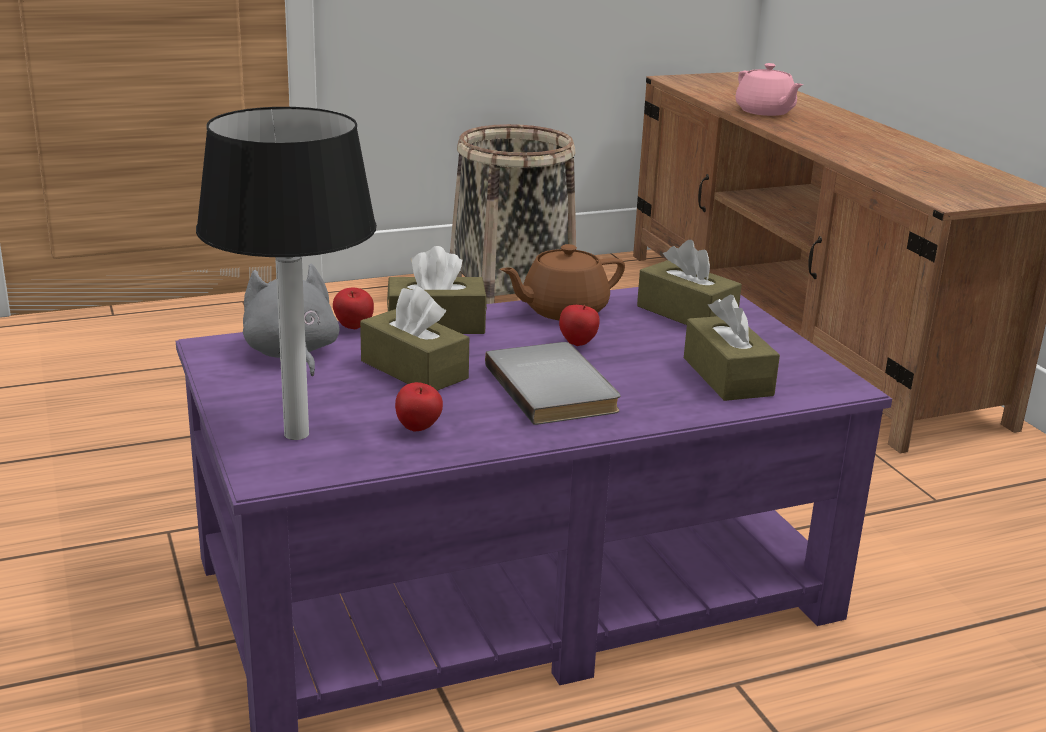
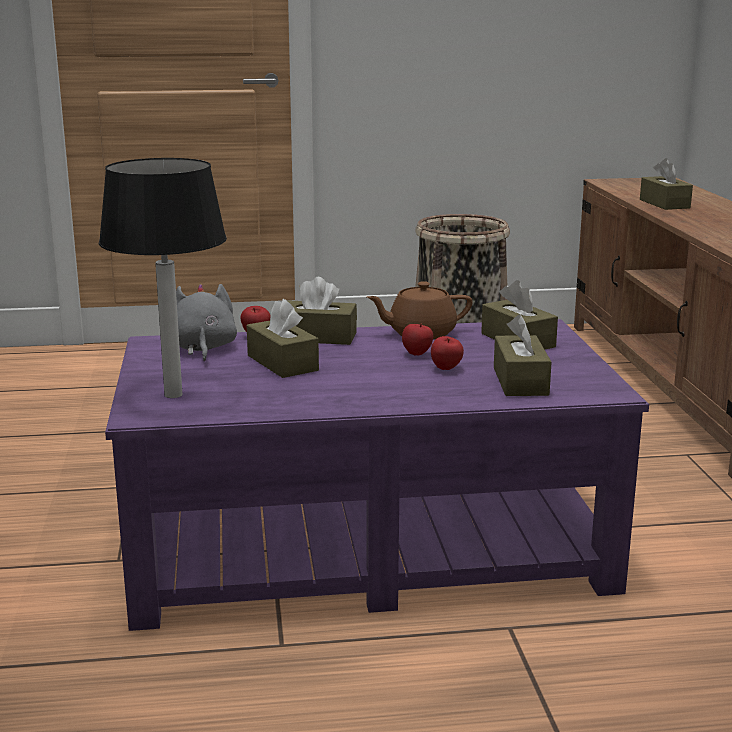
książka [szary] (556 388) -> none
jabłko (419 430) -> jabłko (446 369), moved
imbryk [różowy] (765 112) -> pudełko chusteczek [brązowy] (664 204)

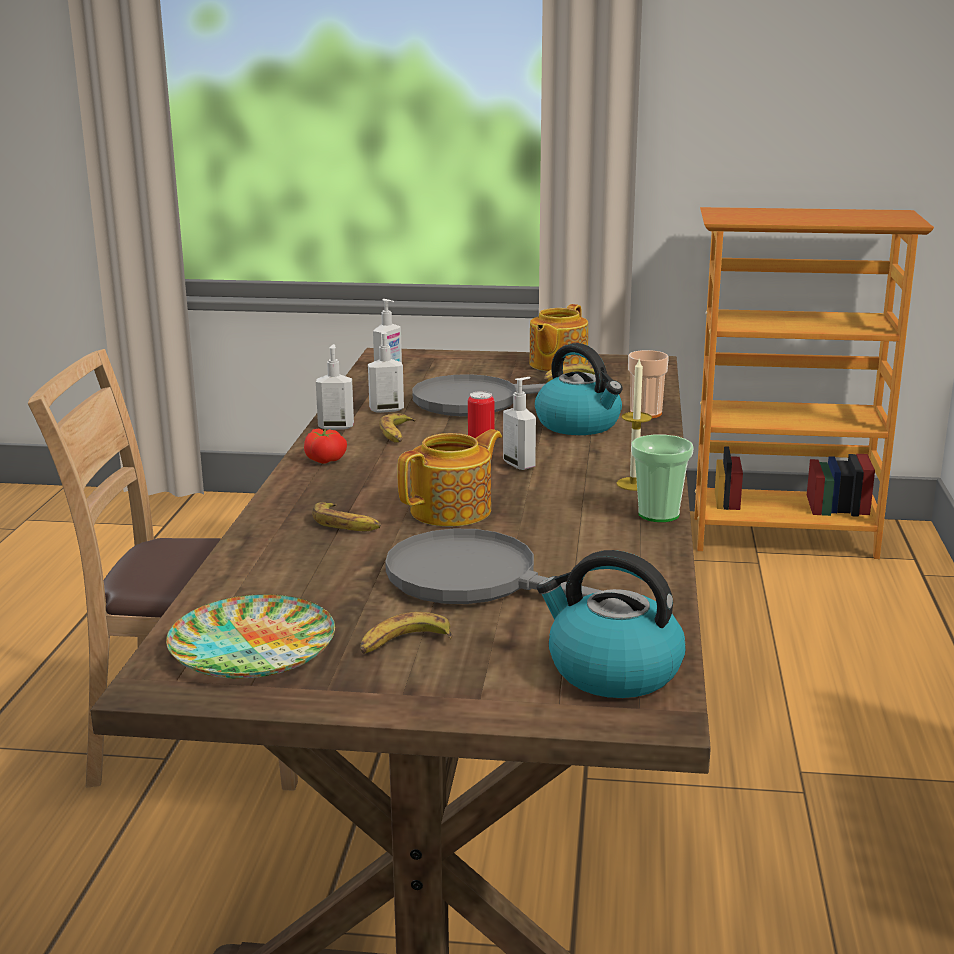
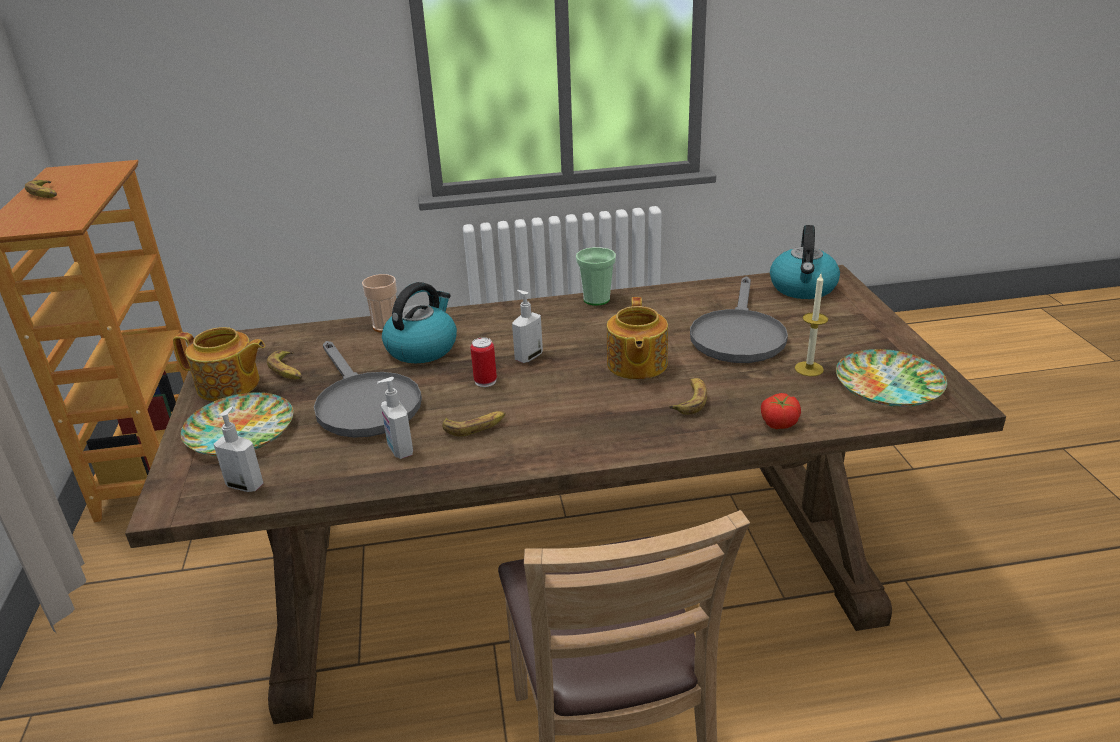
dozownik mydła (336 426) -> none
none -> talerz (240 431)
pomidor (326 459) -> pomidor (778 422), moved
banan (404 644) -> banan (45 193), moved
świeca (633 484) -> świeca (809 369), moved
imbryk (453 511) -> imbryk (636 365), 120 degrees counterclockwise

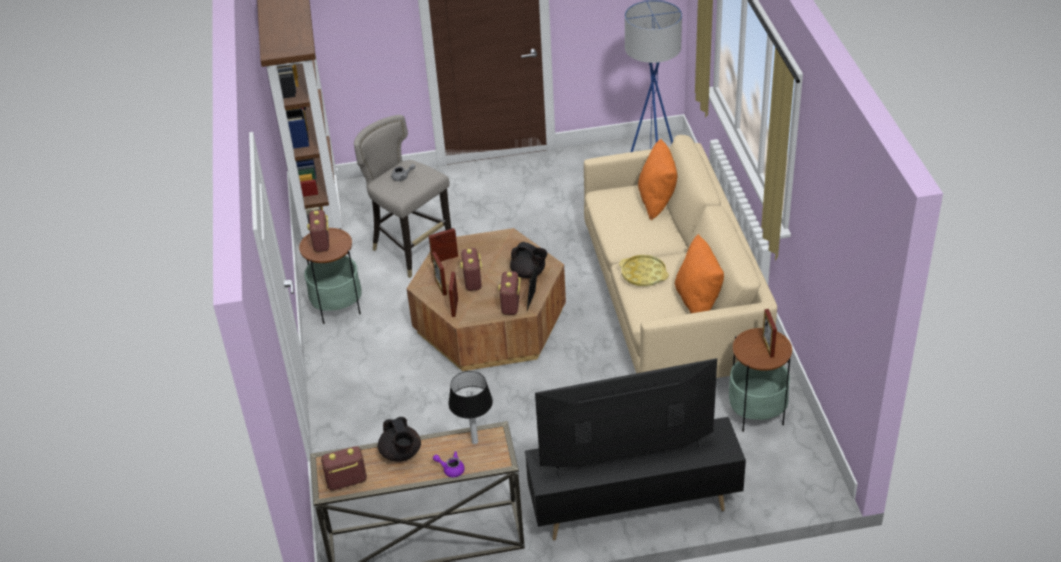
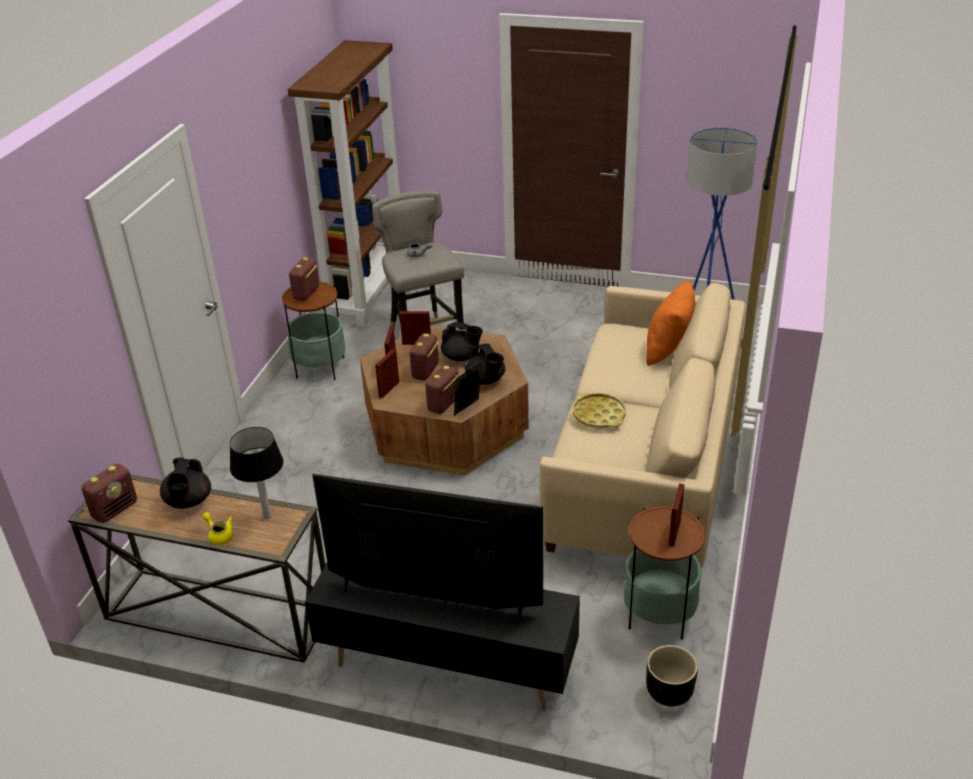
poduszka [pomarańczowy] (698 301) -> none
none -> imbryk [czarny] (461 357)
none -> donica [czarny] (669 693)
imbryk [fioletowy] (451 469) -> imbryk [żółty] (219 535)
radio (346 481) -> radio (115 509), 120 degrees clockwise

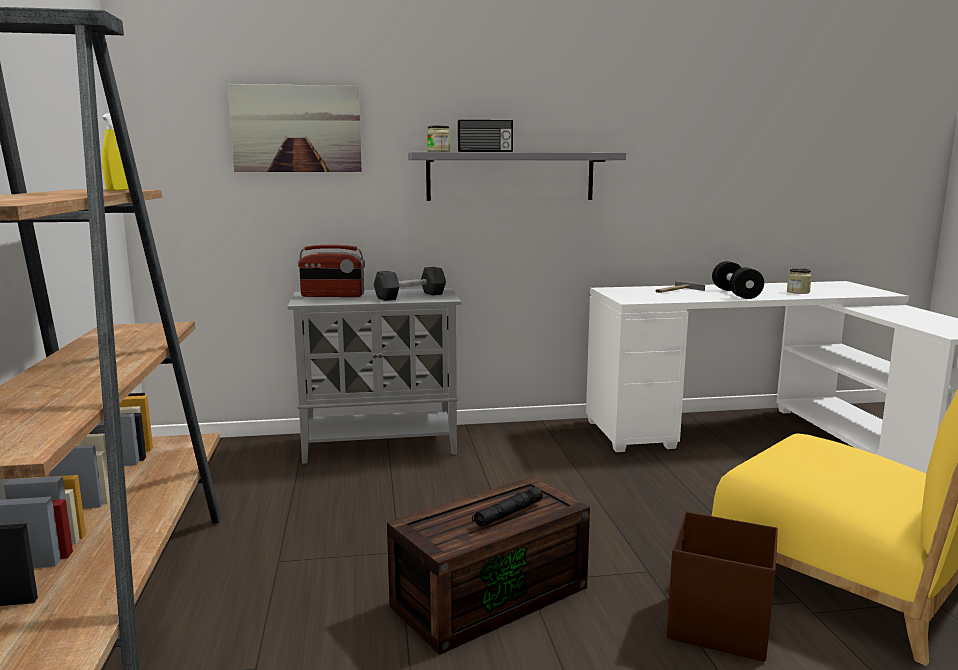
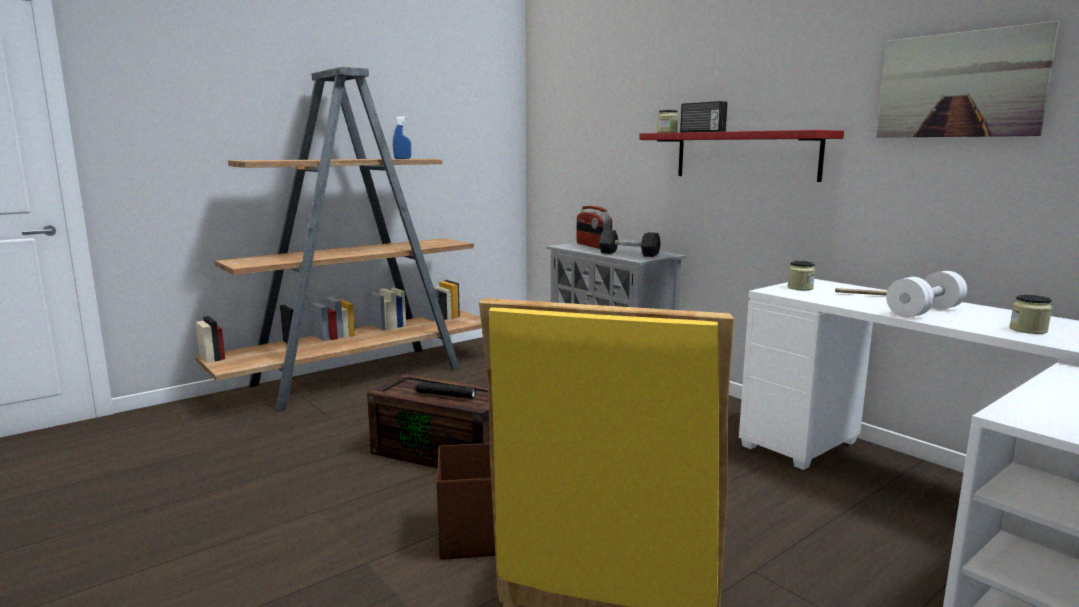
none -> słoik (800 288)
obraz (296 129) -> obraz (959 85), moved
spryskiwacz [żółty] (119 190) -> spryskiwacz [niebieski] (402 158)
półka [szary] (510 176) -> półka [czerwony] (745 155)
hantel [czarny] (735 293) -> hantel [biały] (924 312)

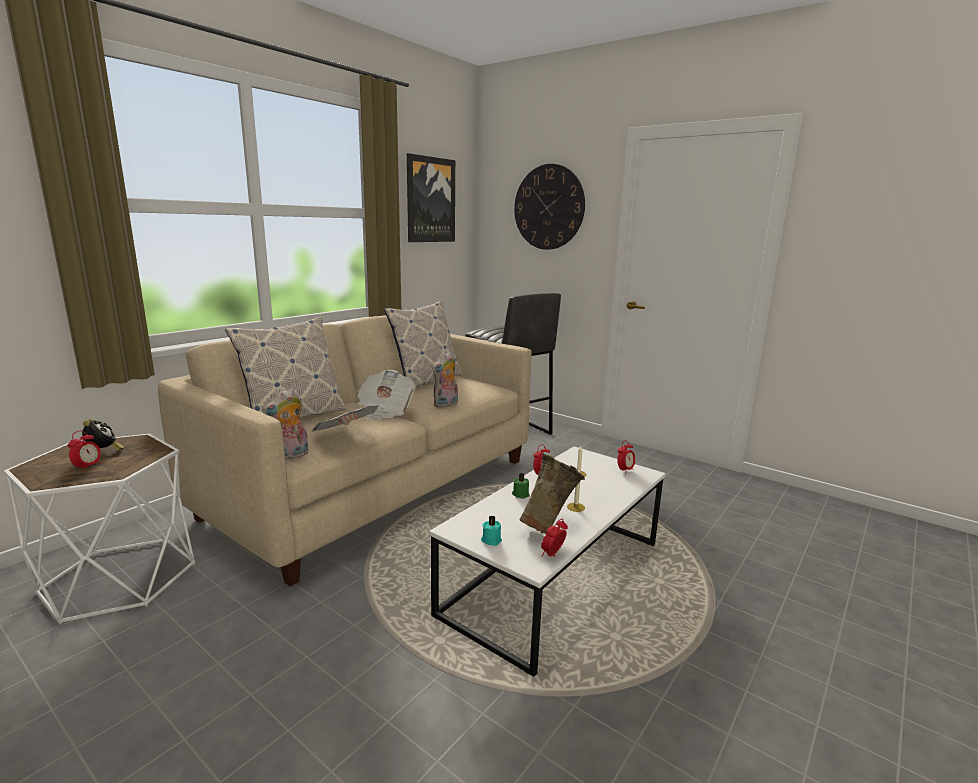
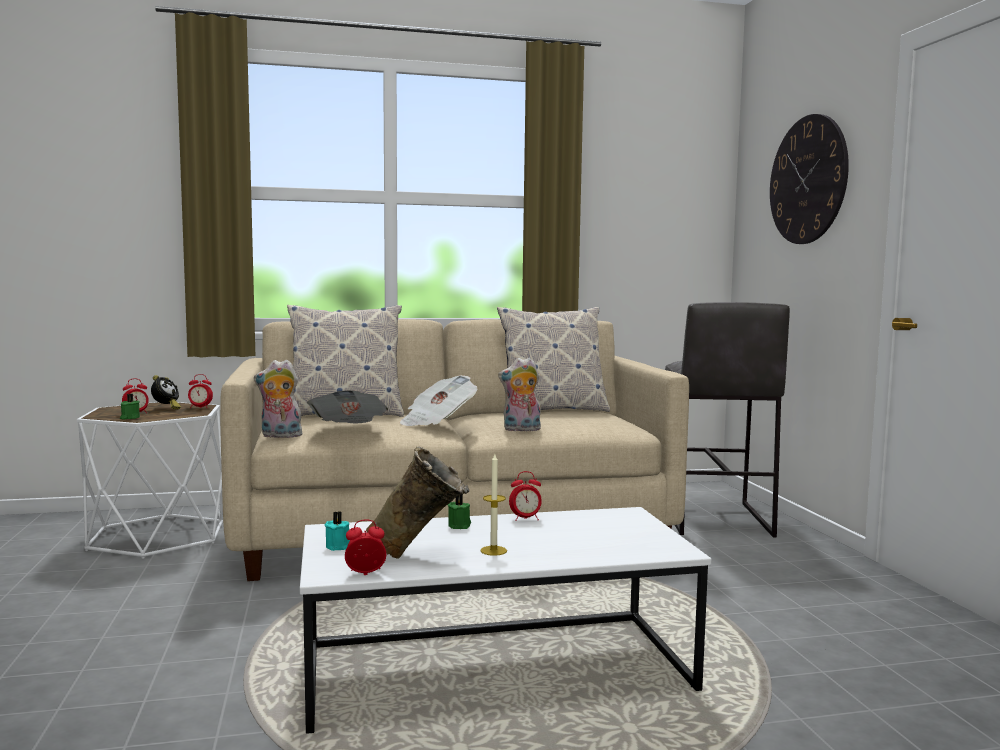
obraz (430 200) -> none
none -> świeca [zielony] (129 418)
budzik (625 470) -> budzik (200 407), moved

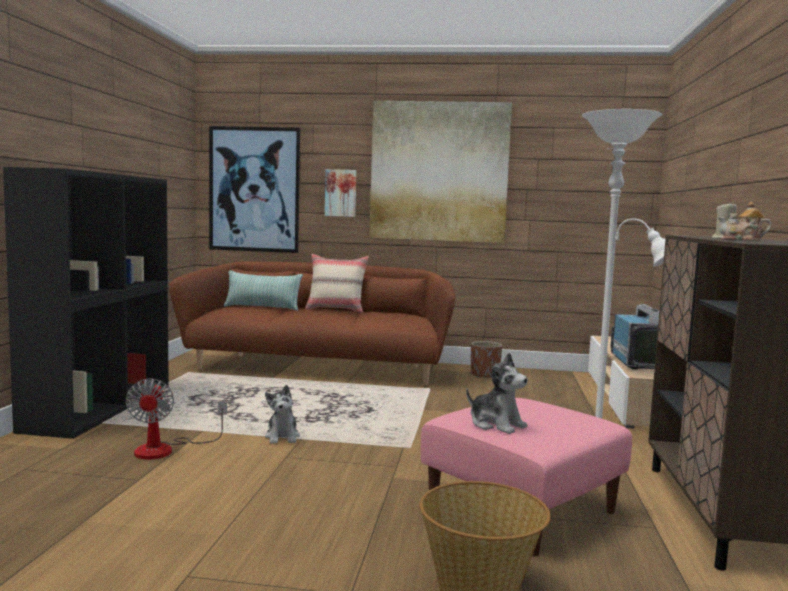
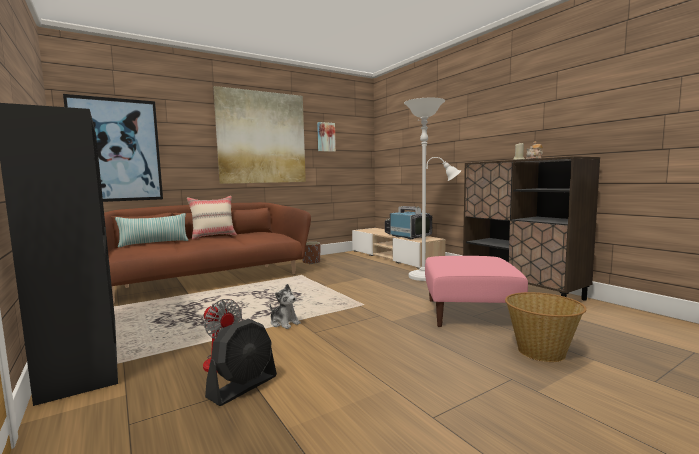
pluszak (496 424) -> none
none -> wentylator [czarny] (243 386)
obraz (341 193) -> obraz (325 137), moved

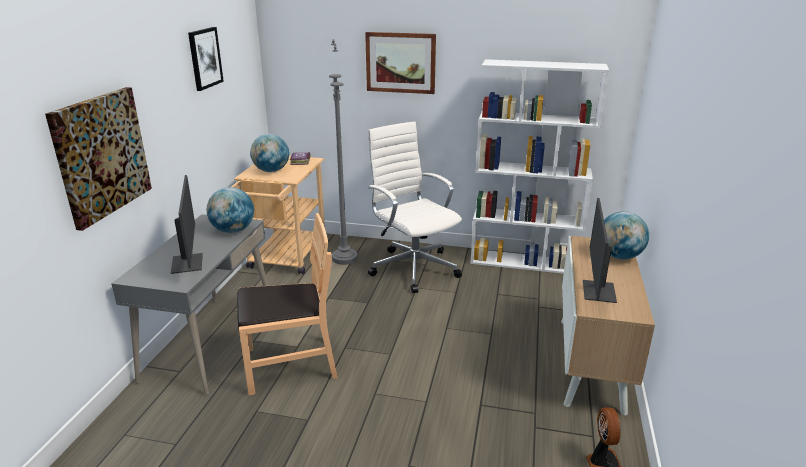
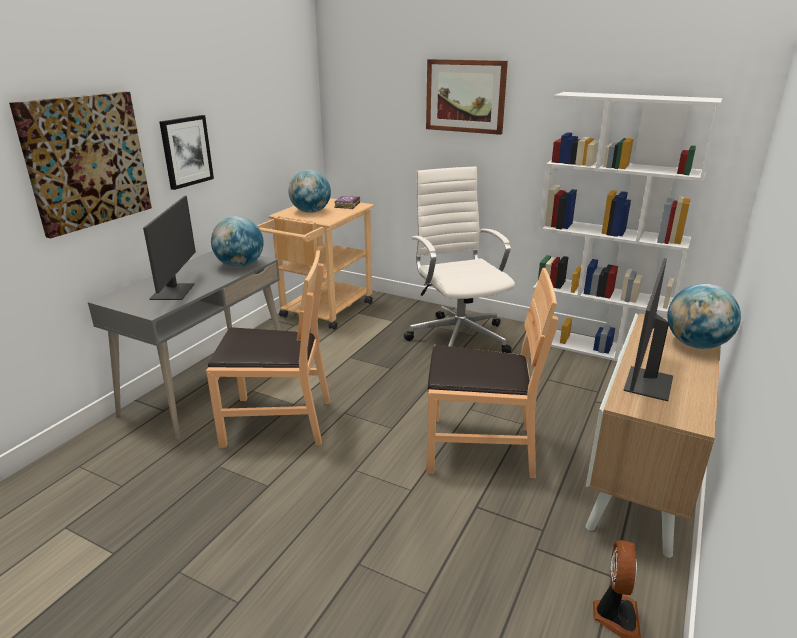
lampa stojąca [szary] (344 258) -> none
none -> krzesło [brązowy] (479 447)
obraz (205 58) -> obraz (186 151), moved

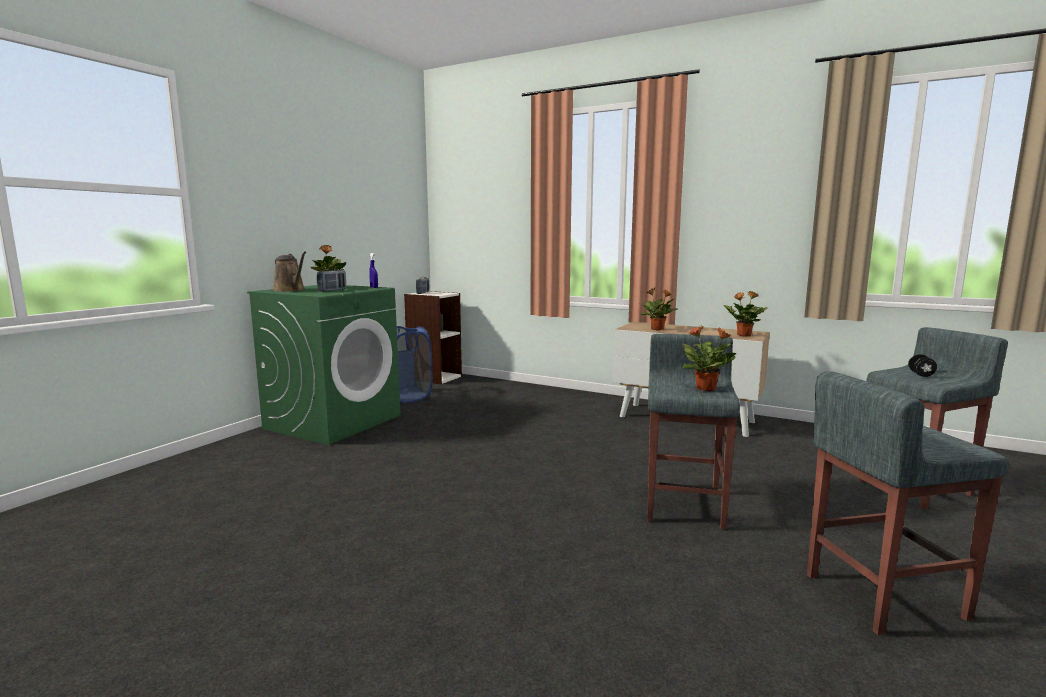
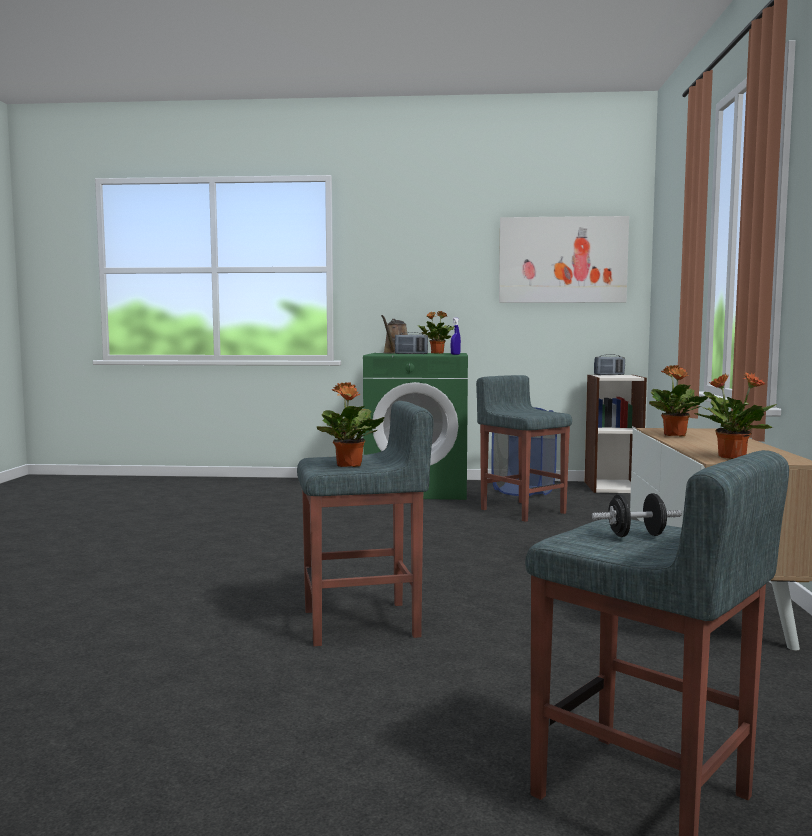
none -> obraz (562 260)
stołek [szary] (882 596) -> stołek [szary] (522 511), moved

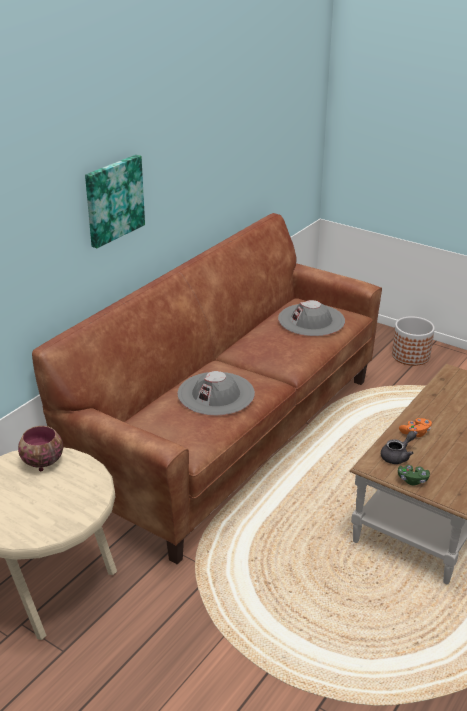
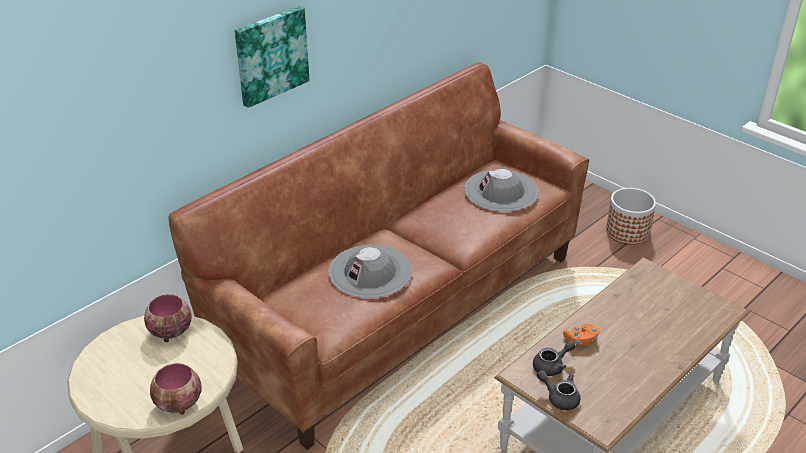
none -> miska (179 404)
pad do gier [zielony] (412 480) -> imbryk [szary] (559 397)

